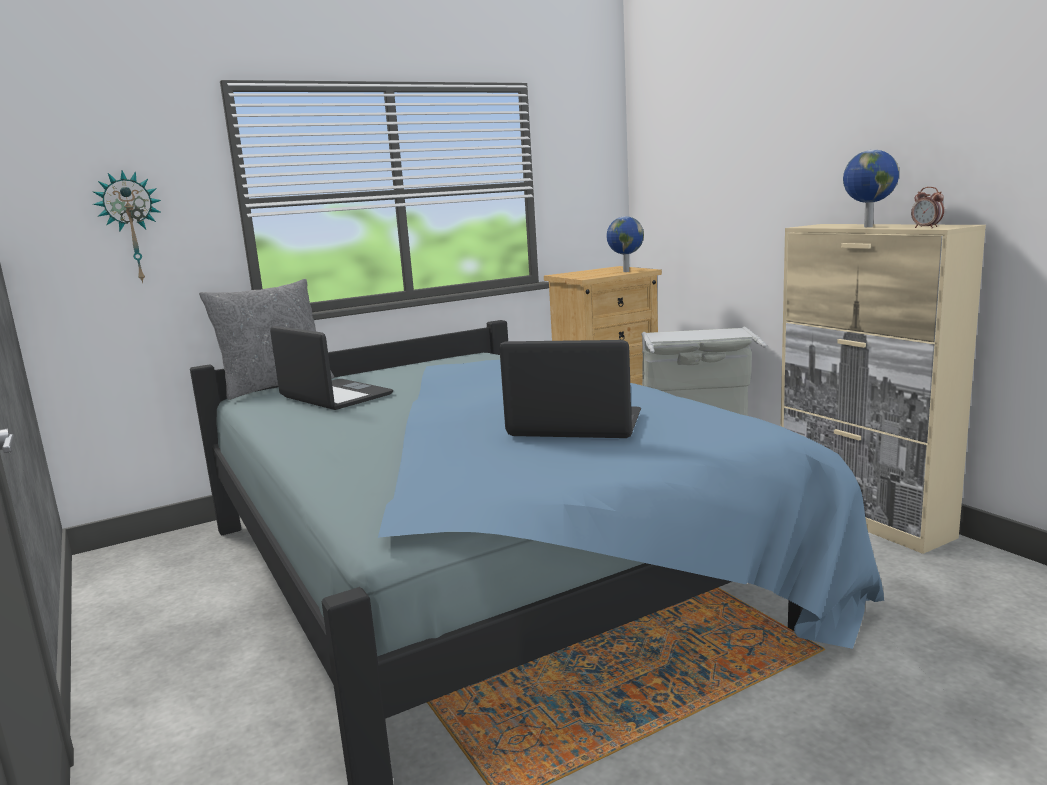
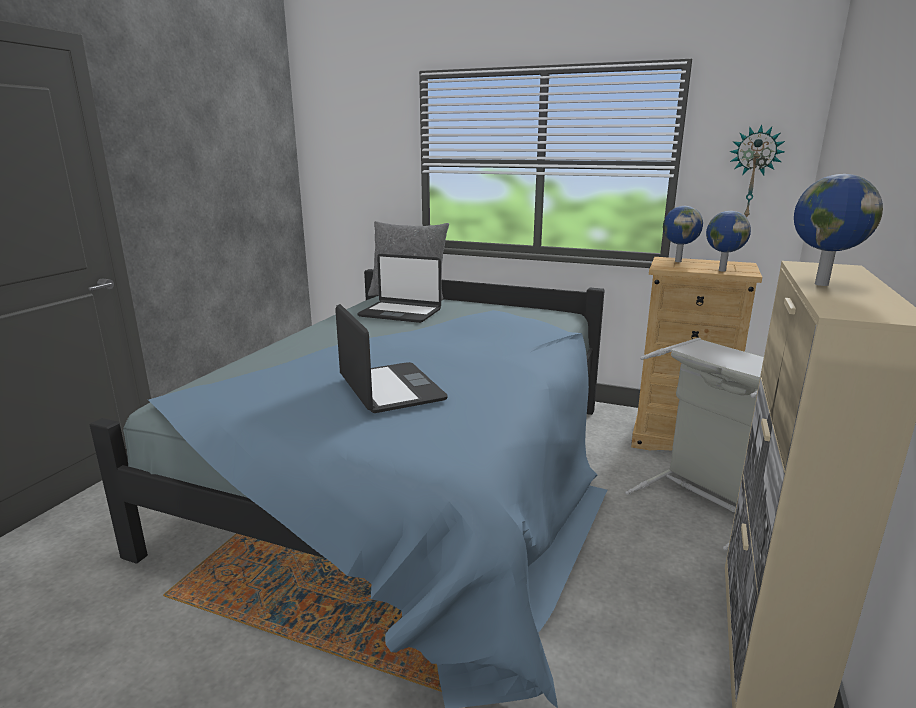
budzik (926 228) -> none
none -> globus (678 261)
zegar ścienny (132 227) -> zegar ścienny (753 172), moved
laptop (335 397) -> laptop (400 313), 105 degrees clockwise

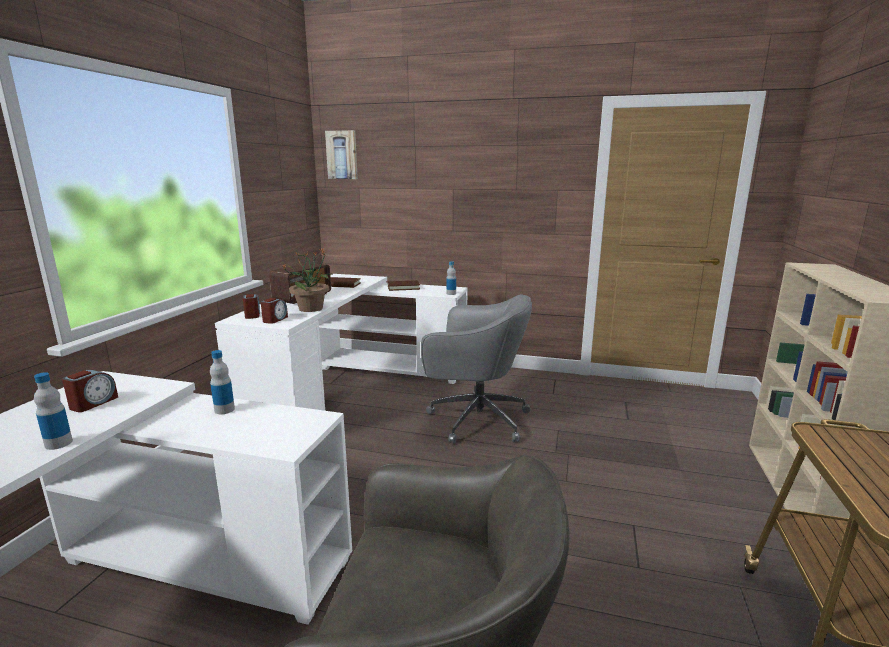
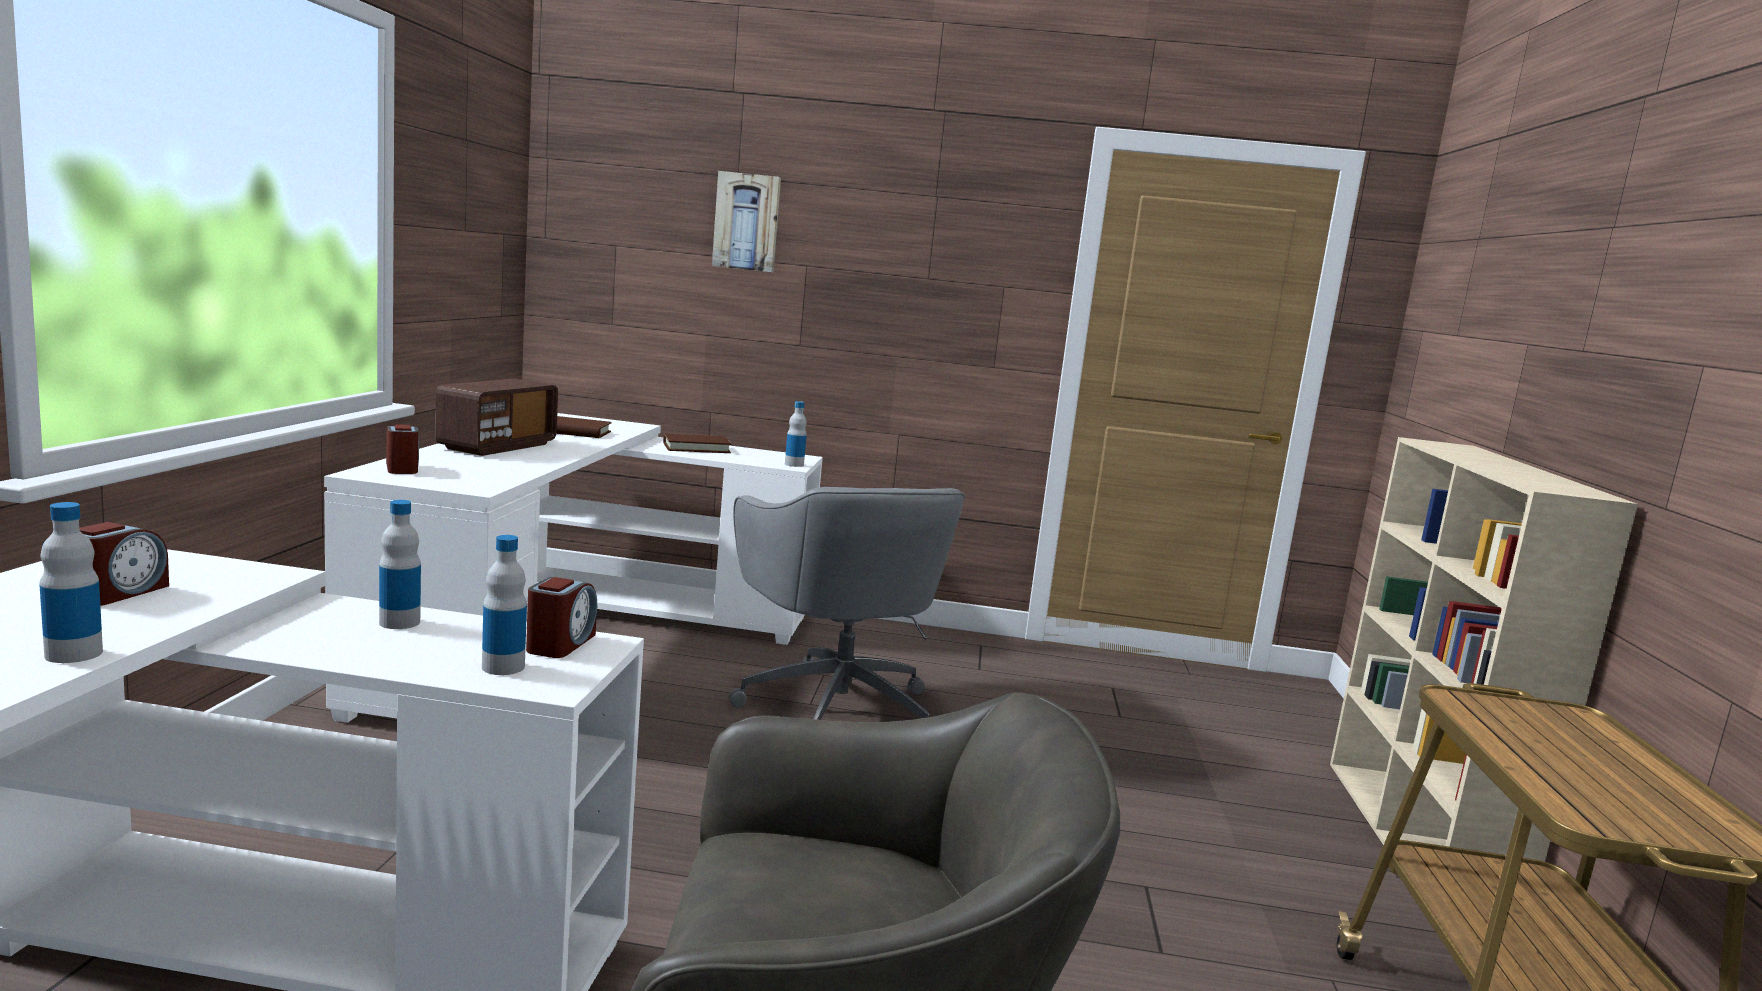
roślina doniczkowa (311 308) -> none
none -> butelka (503 667)
budzik (275 319) -> budzik (560 644), moved
obraz (342 155) -> obraz (747 222), moved
krzesło biurowe [szary] (475 419) -> krzesło biurowe [szary] (837 707), 60 degrees clockwise

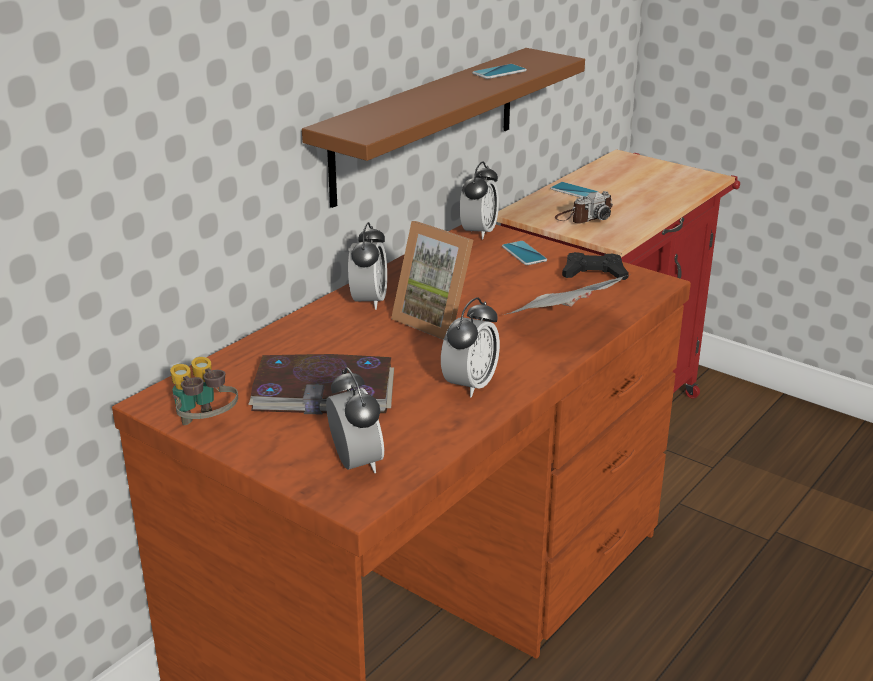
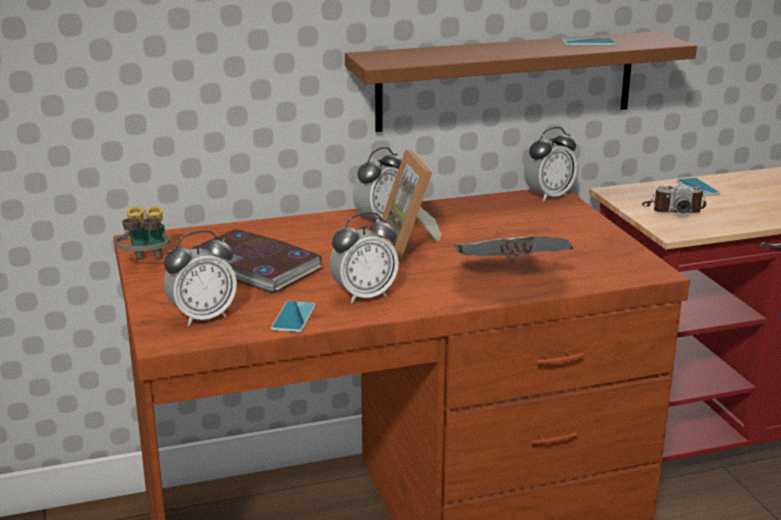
pad do gier [czarny] (594 273) -> none
telefon (524 254) -> telefon (293 317), moved
budzik (356 463) -> budzik (203 317), 45 degrees clockwise

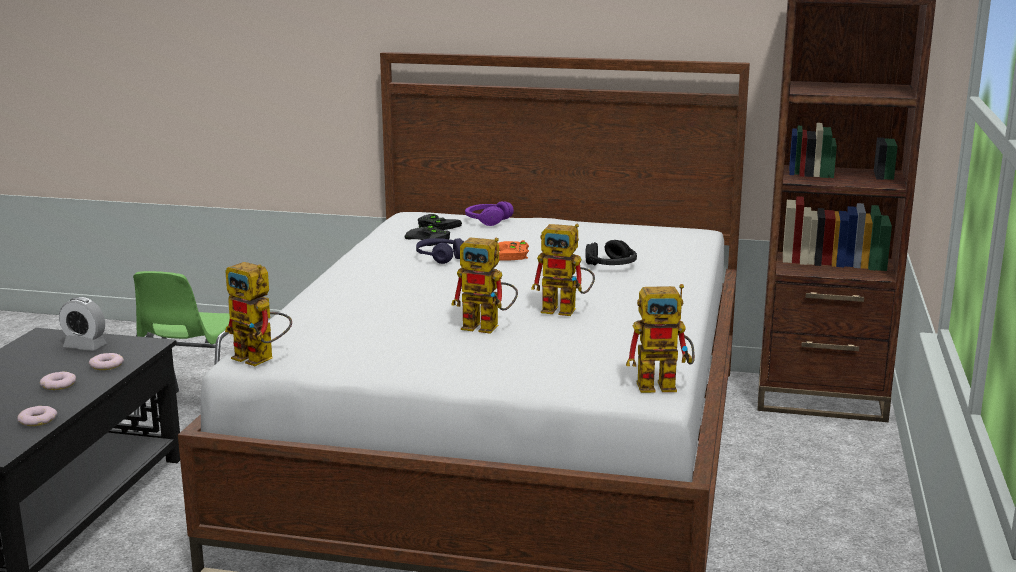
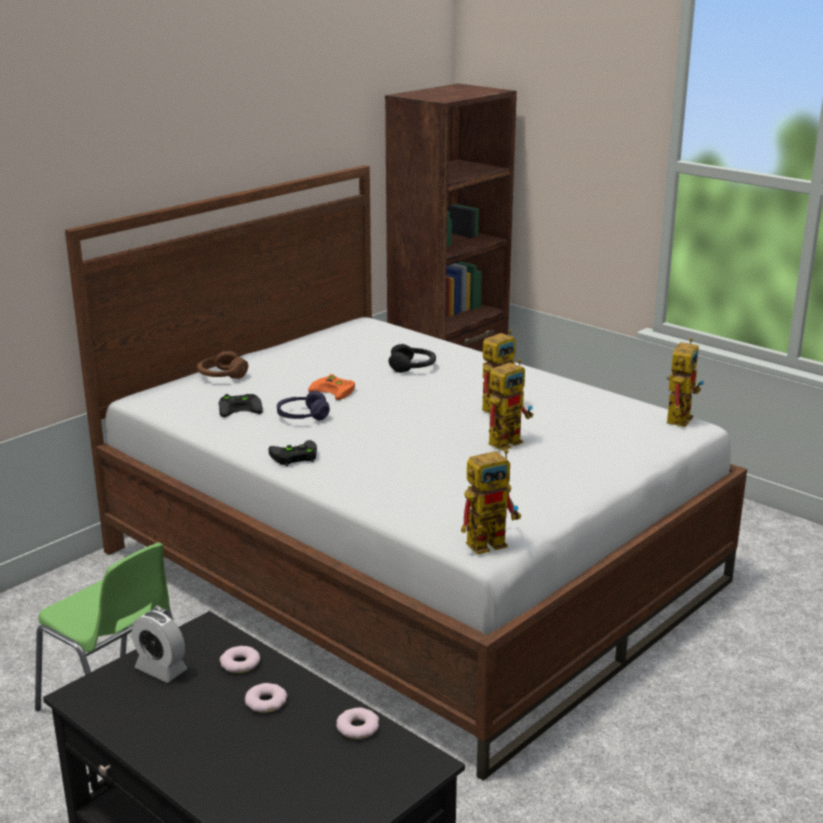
pad do gier [czarny] (436 225) -> pad do gier [czarny] (293 457), moved
słuchawki [fioletowy] (487 221) -> słuchawki [brązowy] (221 375)
budzik (85 346) -> budzik (161 669), 75 degrees clockwise

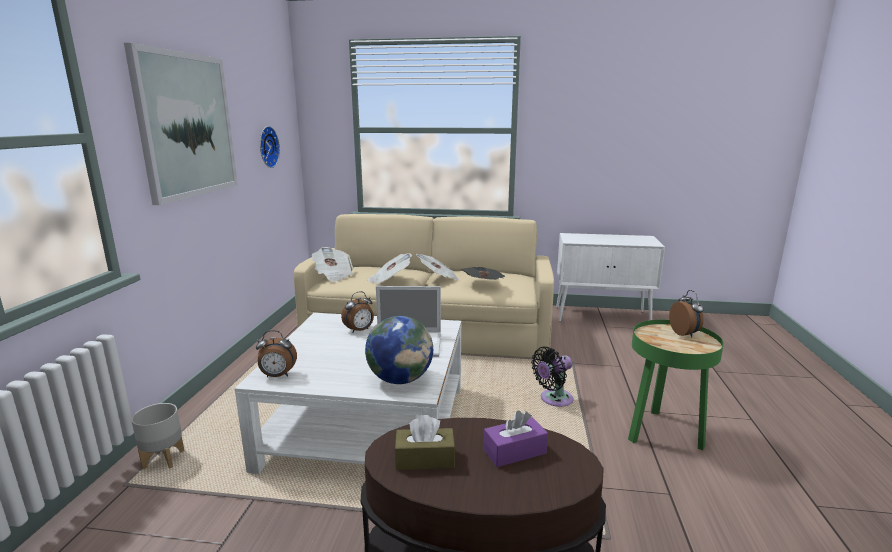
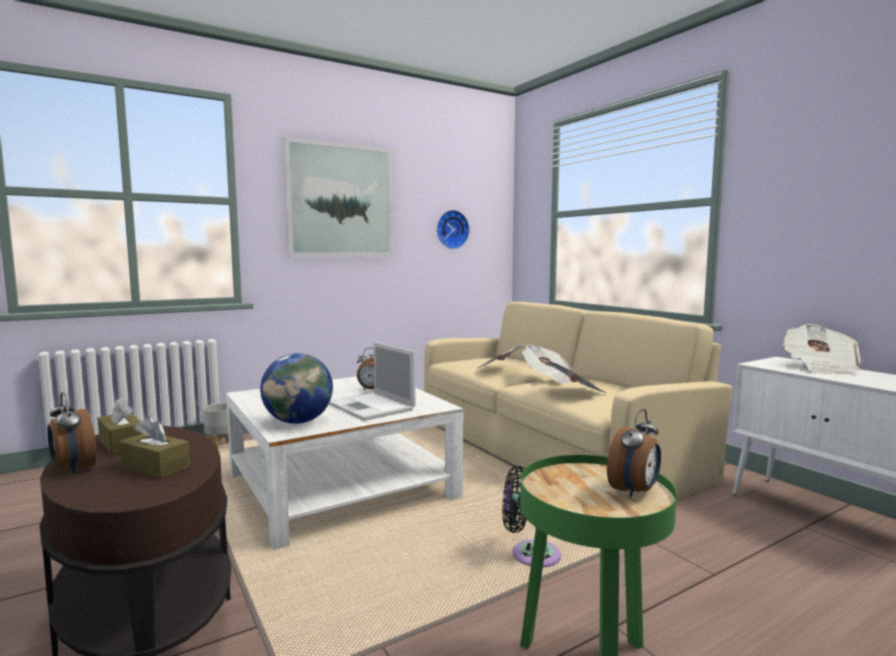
budzik (277 376) -> budzik (73 469), moved
gazeta (333 275) -> gazeta (819 367), moved
pudełko chusteczek [fioletowy] (514 451) -> pudełko chusteczek [brązowy] (155 467)

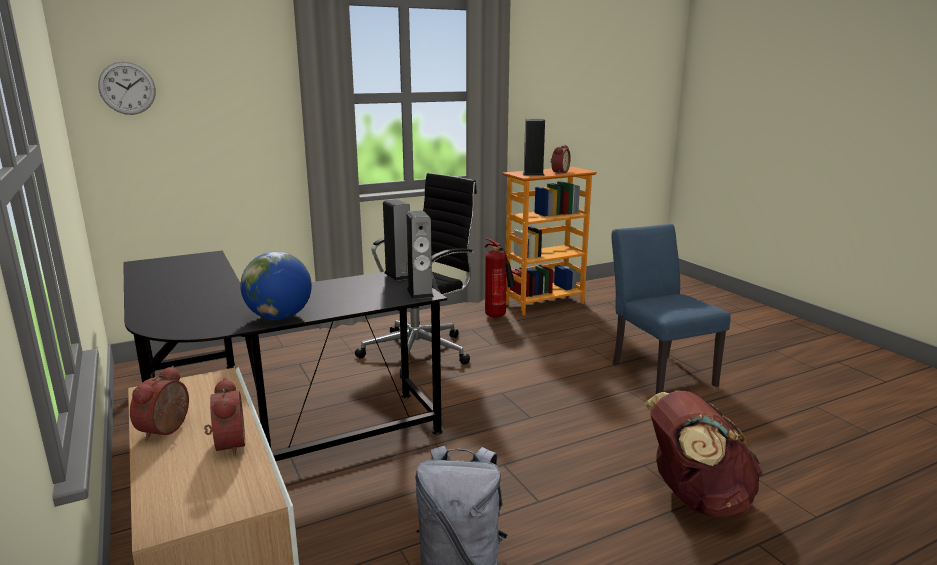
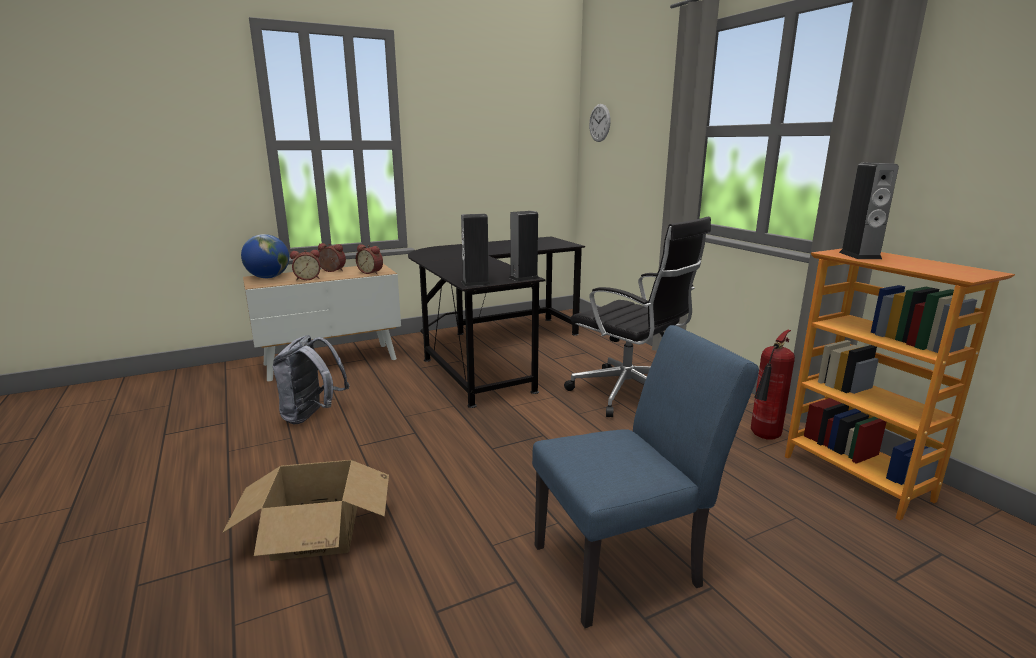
globus (279 317) -> globus (268 277), moved
budzik (559 172) -> budzik (371 272), moved
plecak [brązowy] (696 499) -> karton (317 532)

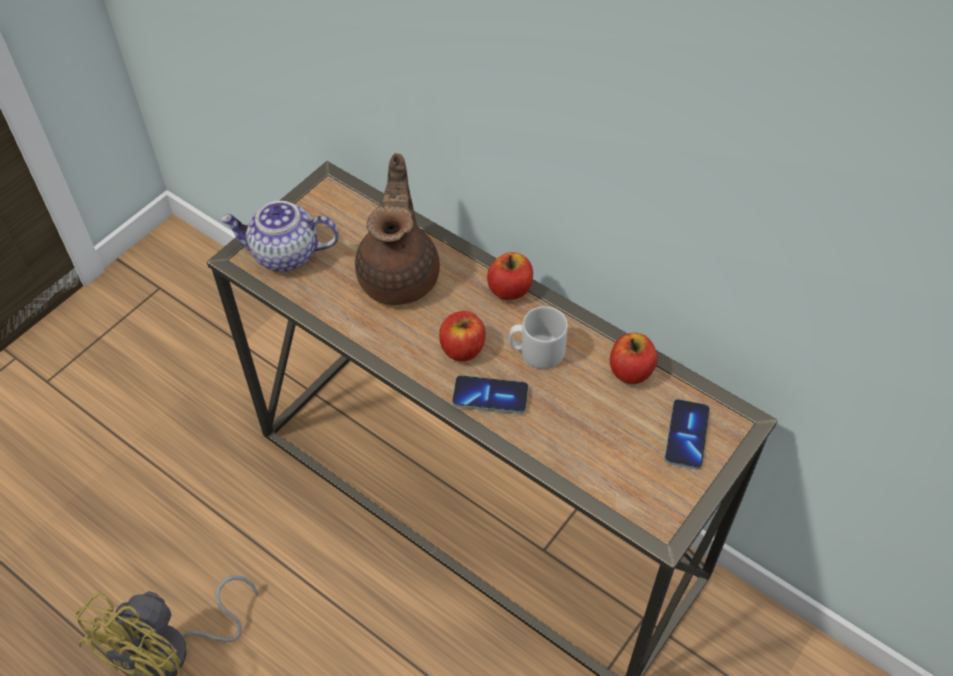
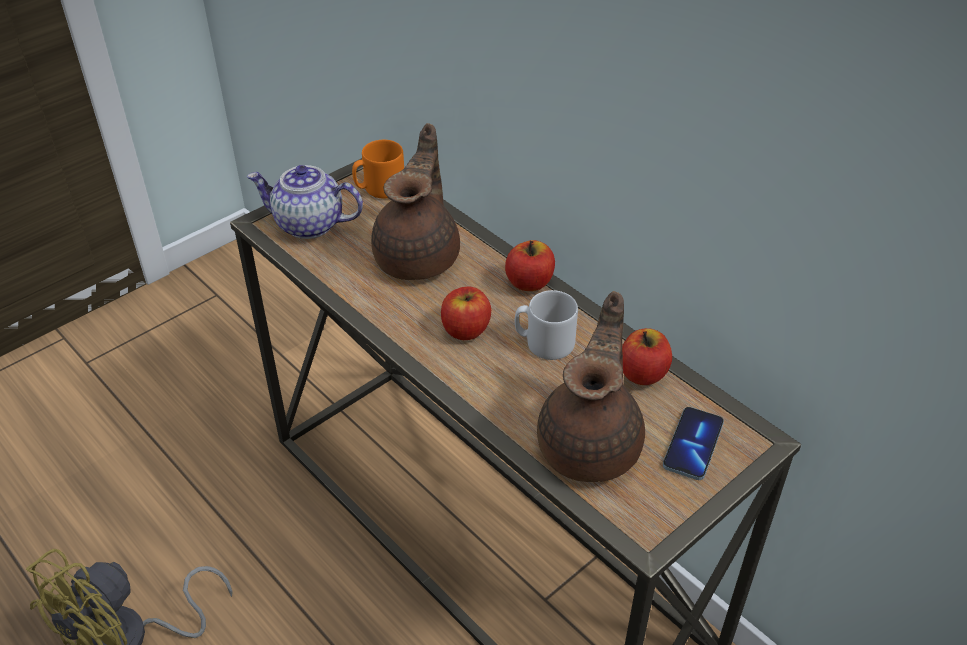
telefon (490 396) -> none
none -> kubek [pomarańczowy] (379 188)
none -> imbryk [brązowy] (591 444)

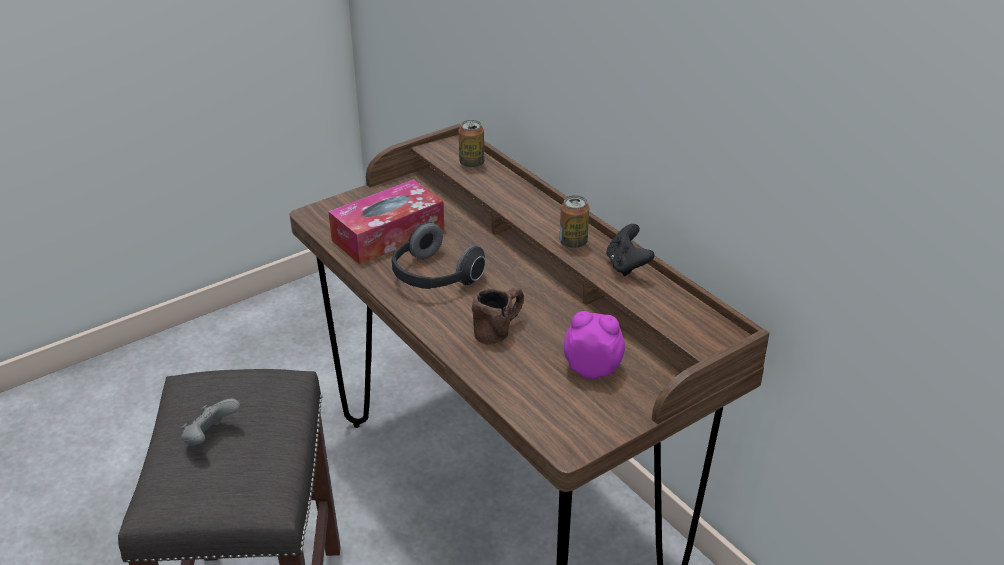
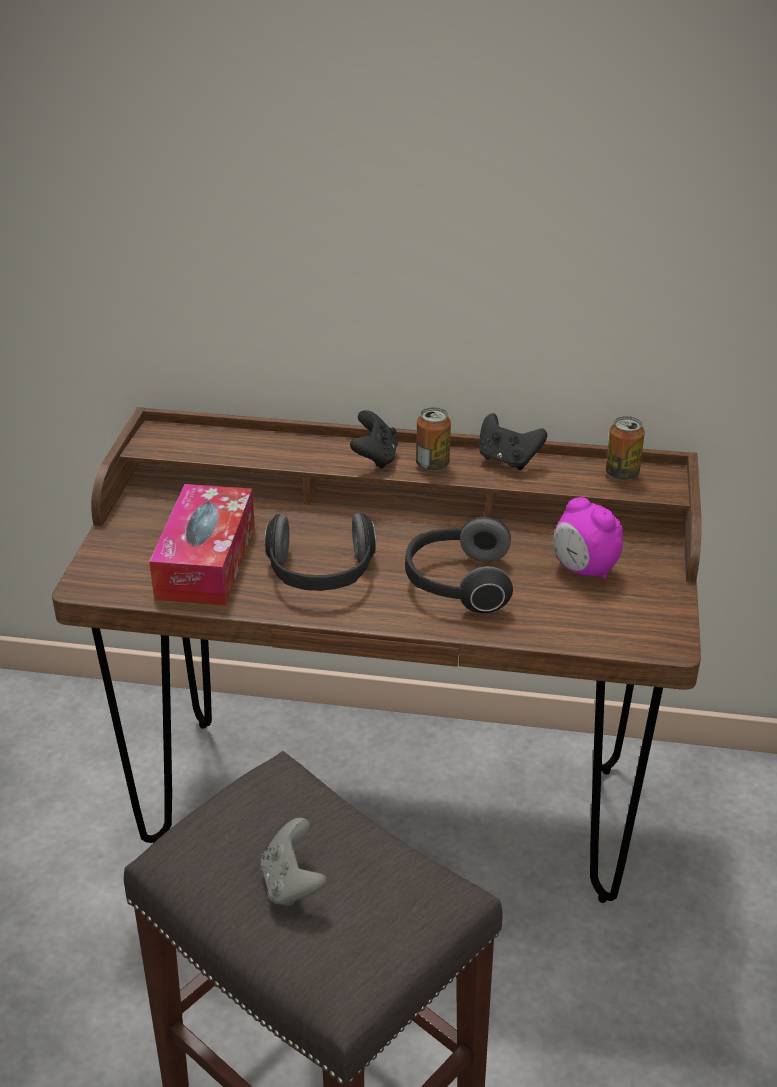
none -> pad do gier [czarny] (375 458)
puszka (471 163) -> puszka (622 474), moved
kubek [brązowy] (500 329) -> słuchawki (457 584)
budzik (592 369) -> budzik (583 570), 105 degrees counterclockwise

